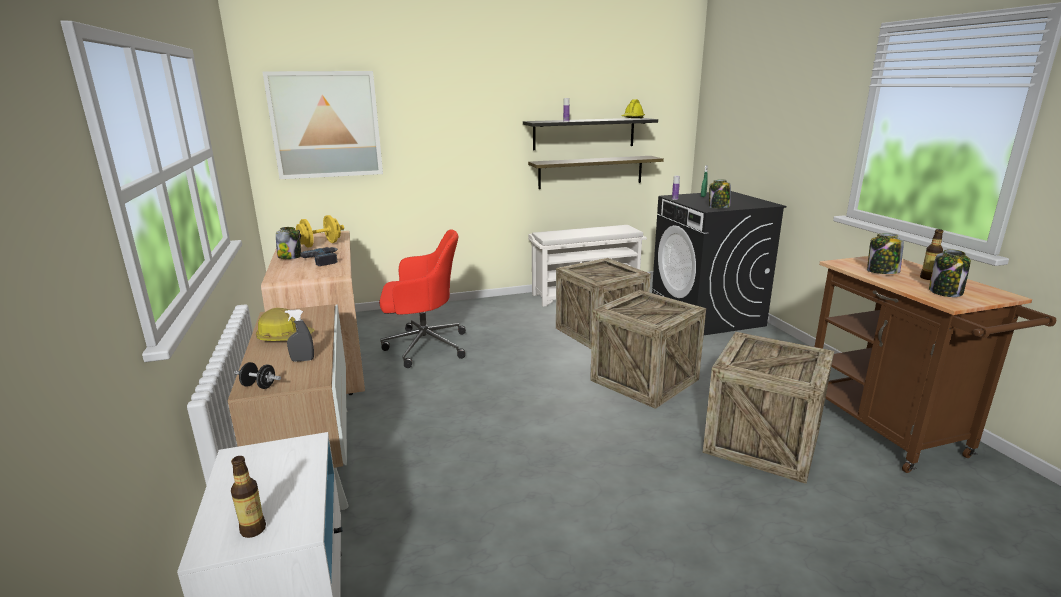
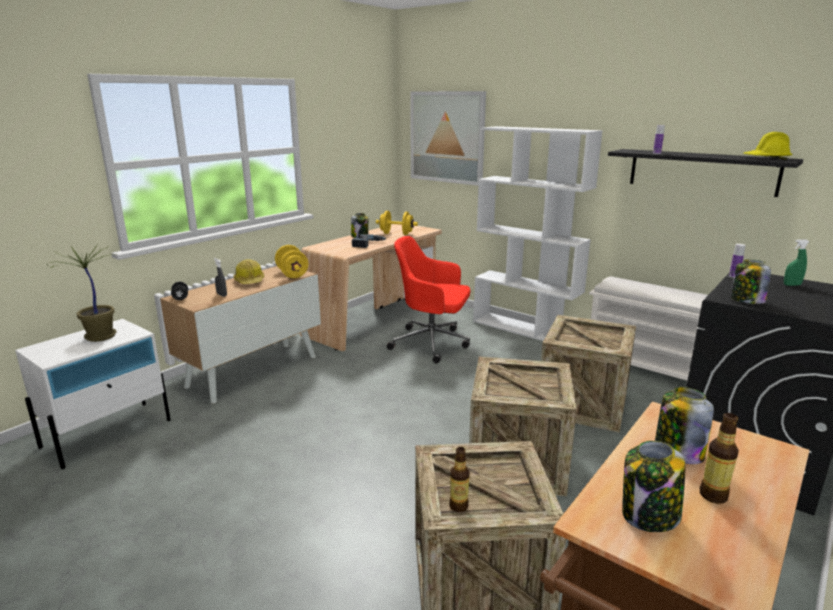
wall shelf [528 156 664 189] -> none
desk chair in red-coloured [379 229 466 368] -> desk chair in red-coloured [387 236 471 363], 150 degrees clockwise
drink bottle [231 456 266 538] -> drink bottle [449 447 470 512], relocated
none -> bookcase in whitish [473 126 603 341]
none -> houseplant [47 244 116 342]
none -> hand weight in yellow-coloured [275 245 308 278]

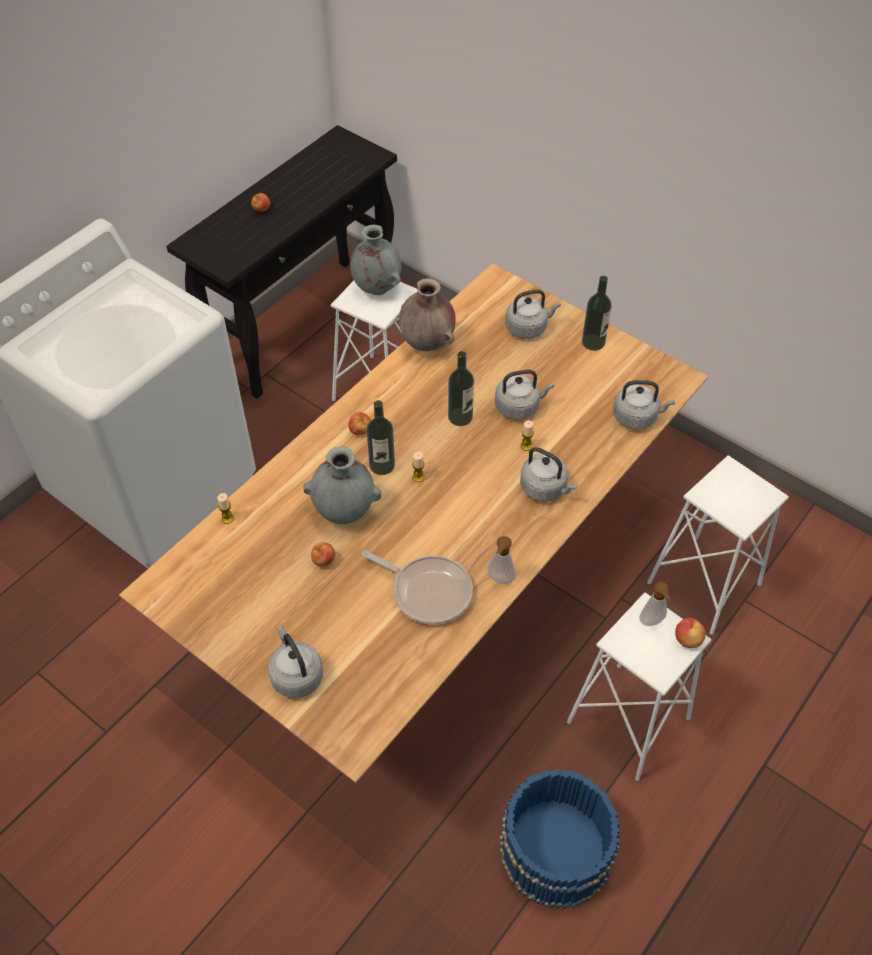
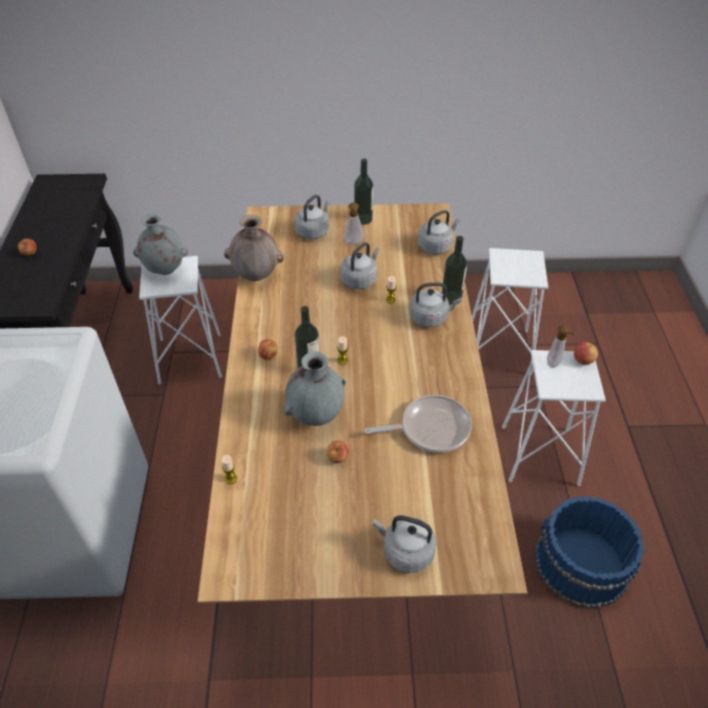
drink bottle [448 351 474 426] -> drink bottle [442 236 467 305], relocated
soap bottle [487 536 516 584] -> soap bottle [344 202 364 245], relocated

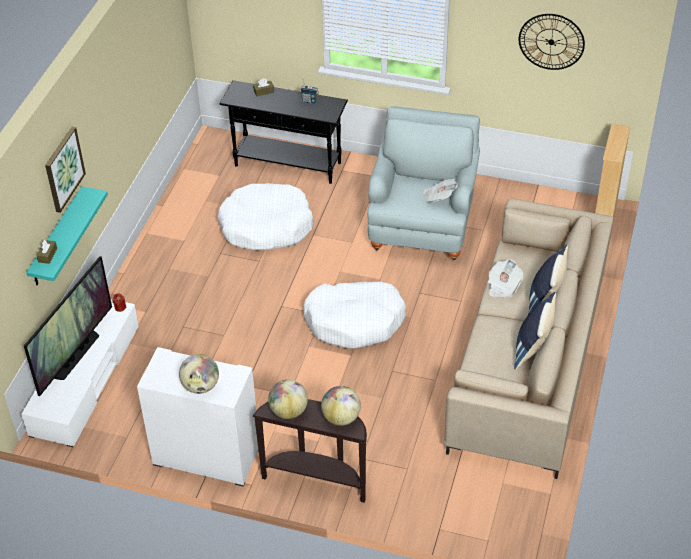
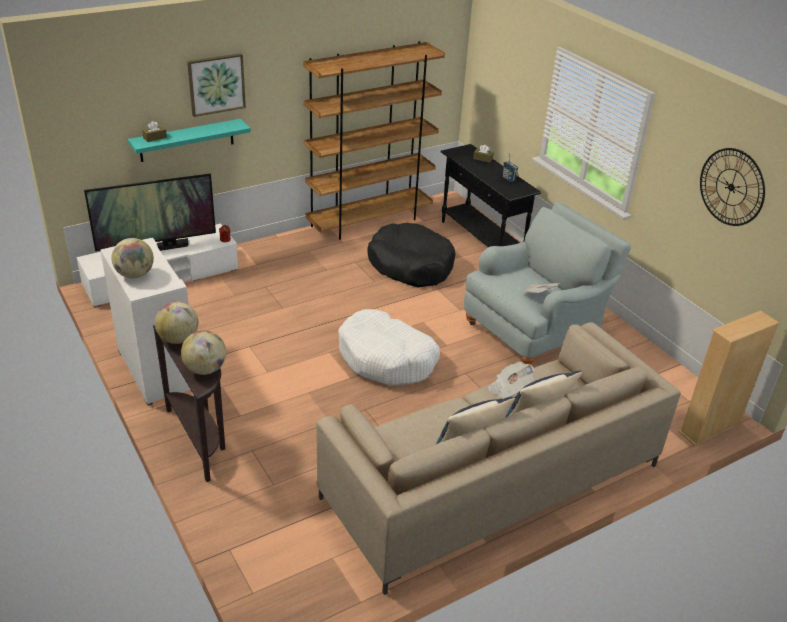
dog bed in whitish [217 183 314 251] -> dog bed in blackish [368 223 456 287]
none -> bookcase in brownish [303 41 445 240]

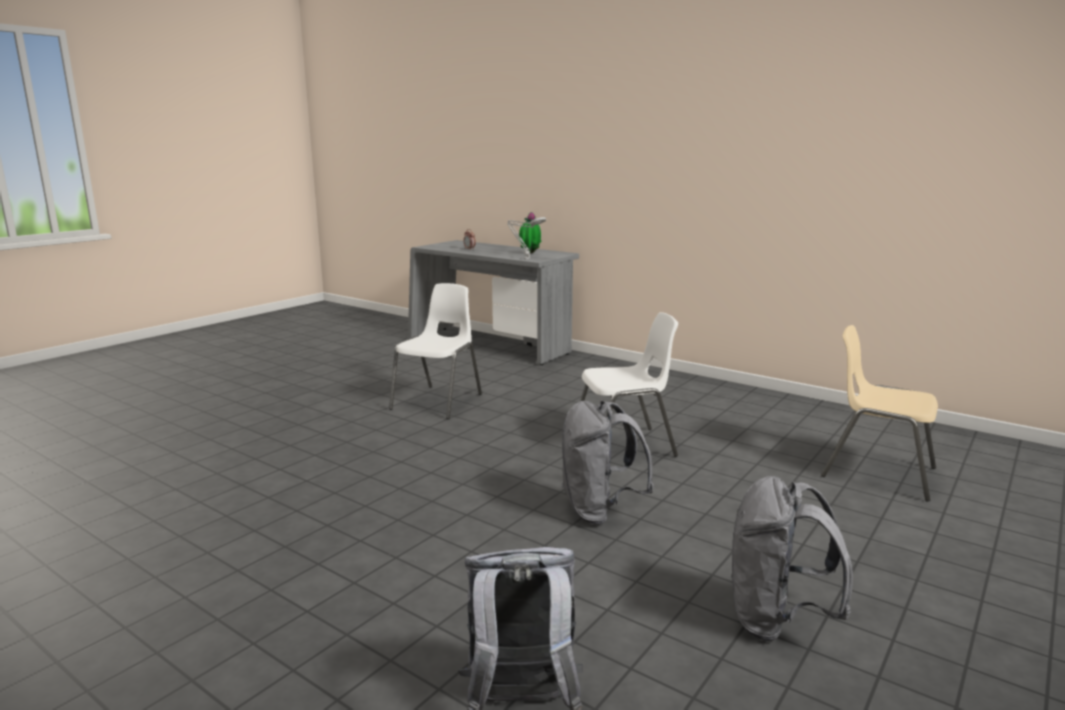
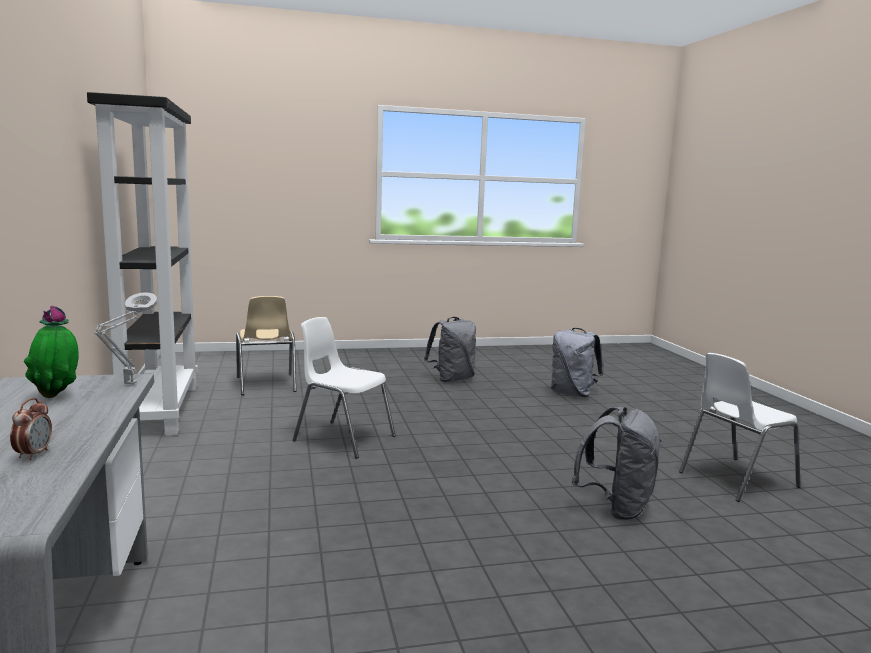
upright chair in whitish [389 283 482 419] -> upright chair in whitish [679 353 801 502], relocated
rucksack in greyish [561 401 654 524] -> rucksack in greyish [571 407 662 520], relocated
none -> bookcase in blackish [87 92 198 436]

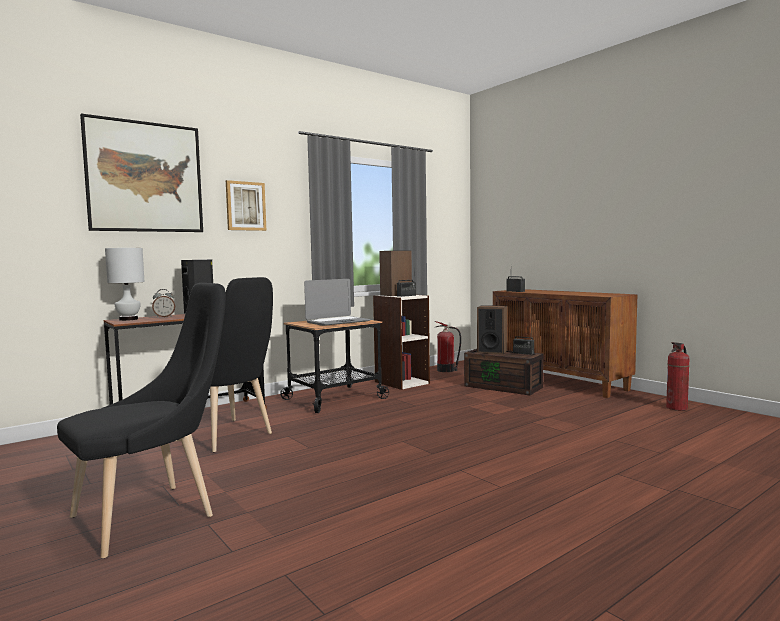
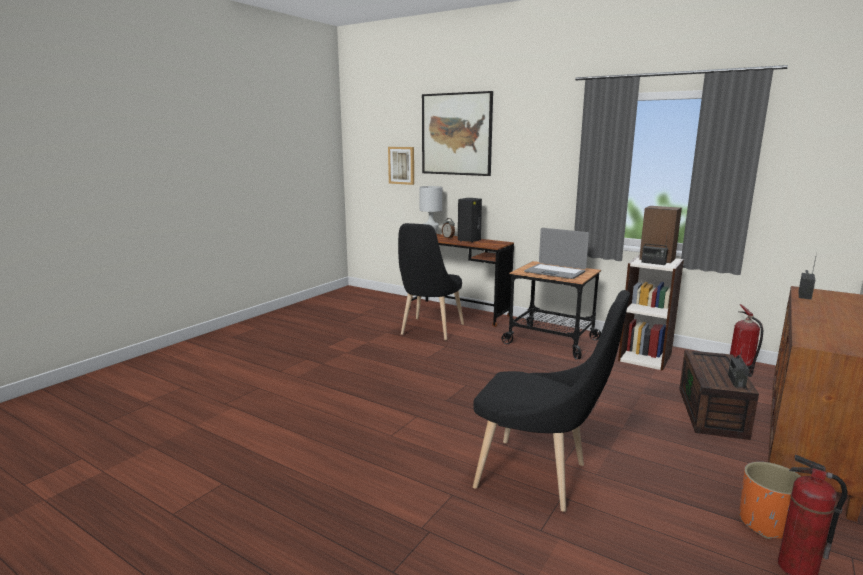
picture [226 180 266 231] -> picture [388 147 414 185], relocated
upright chair in blackish [57 283 226 558] -> upright chair in blackish [473 290 630 512], relocated
audio speaker [477 305 507 354] -> none
none -> planter in orange-coloured [739 462 801 539]

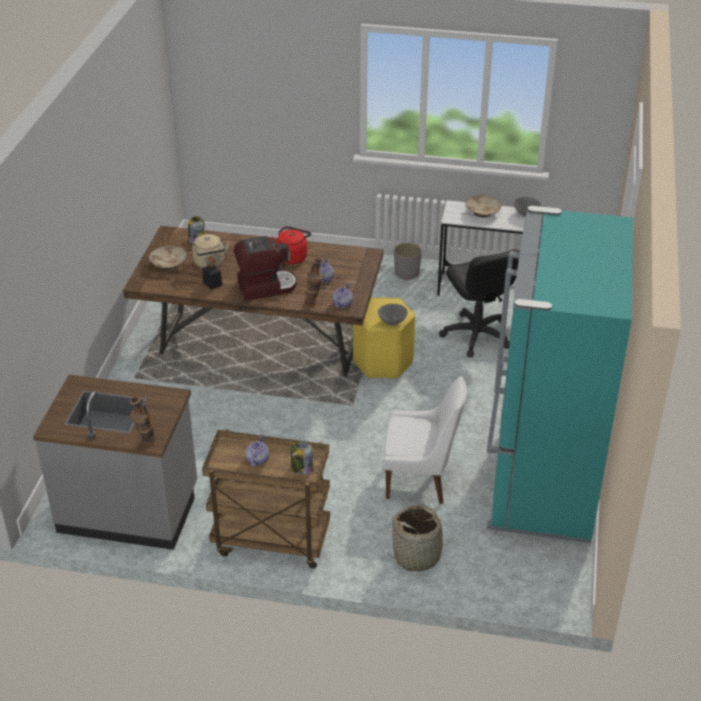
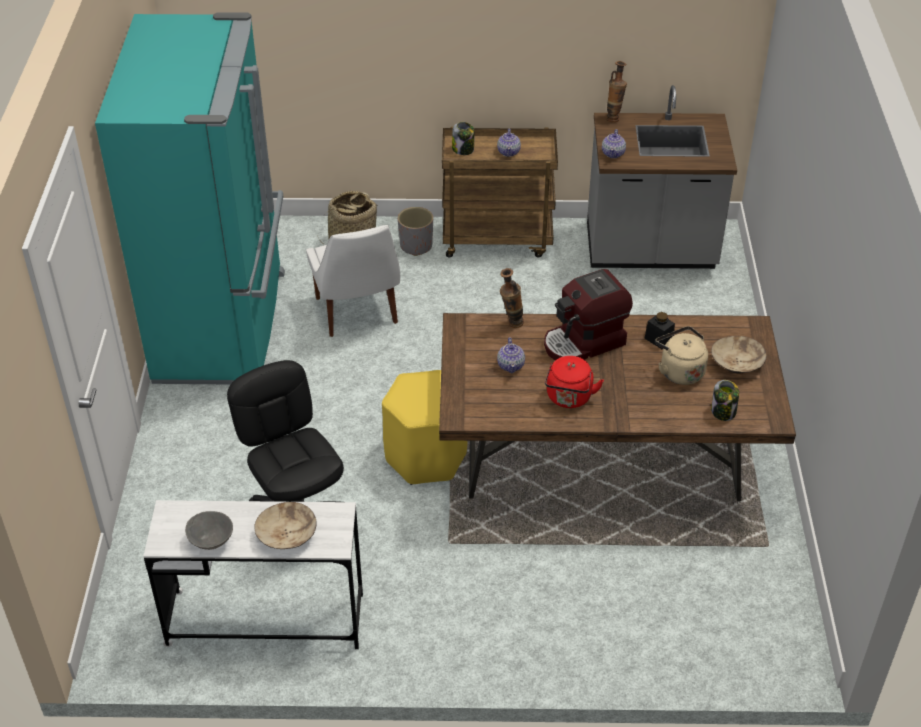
planter in greyish [394 243 422 280] -> planter in greyish [398 207 433 256], relocated
pot for tea [333 283 353 308] -> pot for tea [602 129 626 158], relocated
deep dish in greyish [378 304 408 326] -> none
upright chair in whitish [384 376 467 504] -> upright chair in whitish [306 225 400 337], 105 degrees counterclockwise

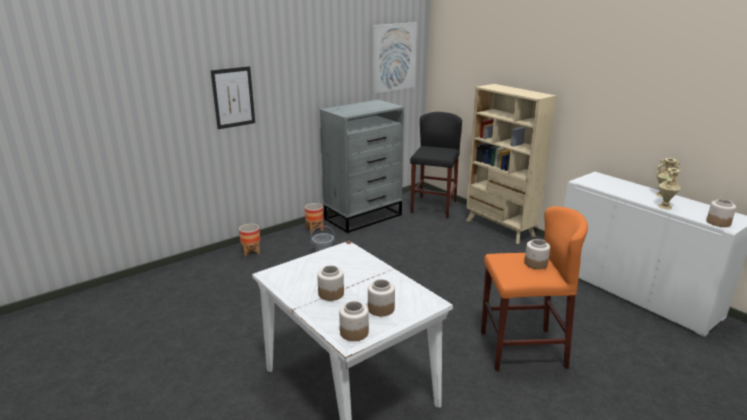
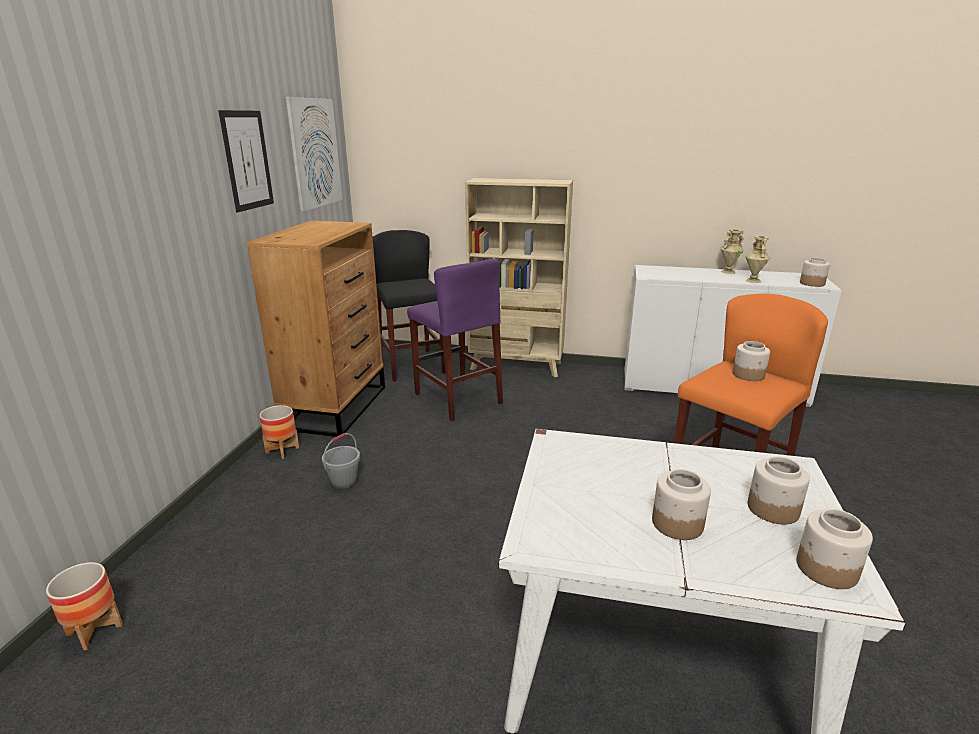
picture [211 66 255 129] -> picture [218 110 274 212], relocated
dresser in greyish [320 99 404 233] -> dresser in brownish [246 221 385 437]
planter [239 224 260 257] -> planter [46 562 123 650], relocated
none -> sitting stool in purplish [407 259 503 421]

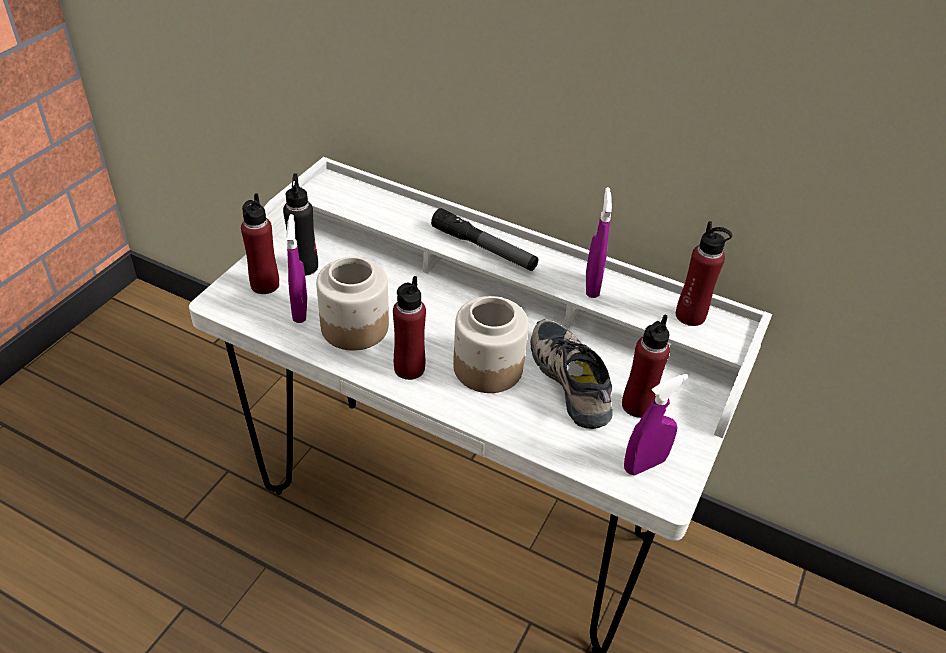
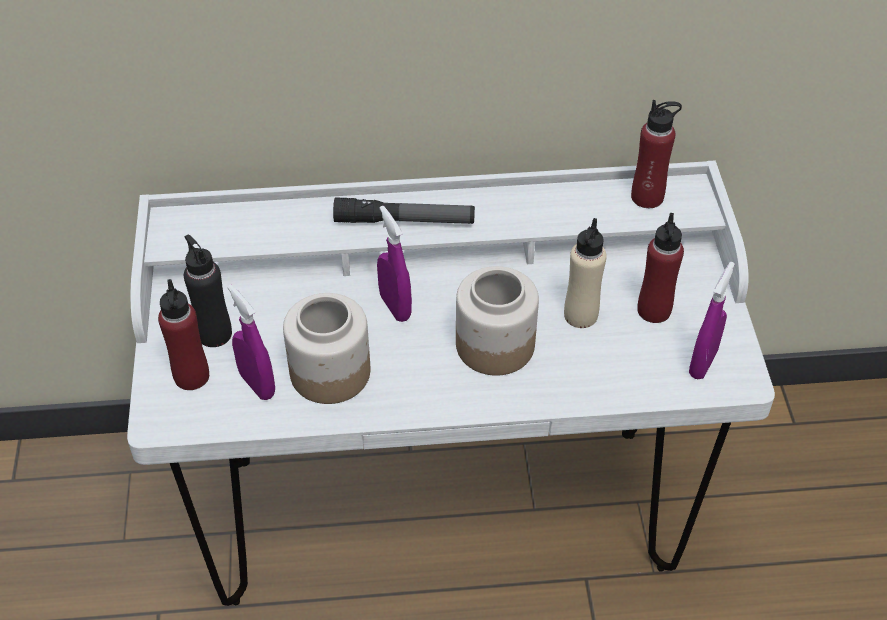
sprayer in purplish [586 187 612 298] -> sprayer in purplish [377 206 412 322], relocated
drink bottle in red-coloured [393 276 426 380] -> none
shoe [530 319 613 429] -> drink bottle in sand-coloured [564 218 607 328]

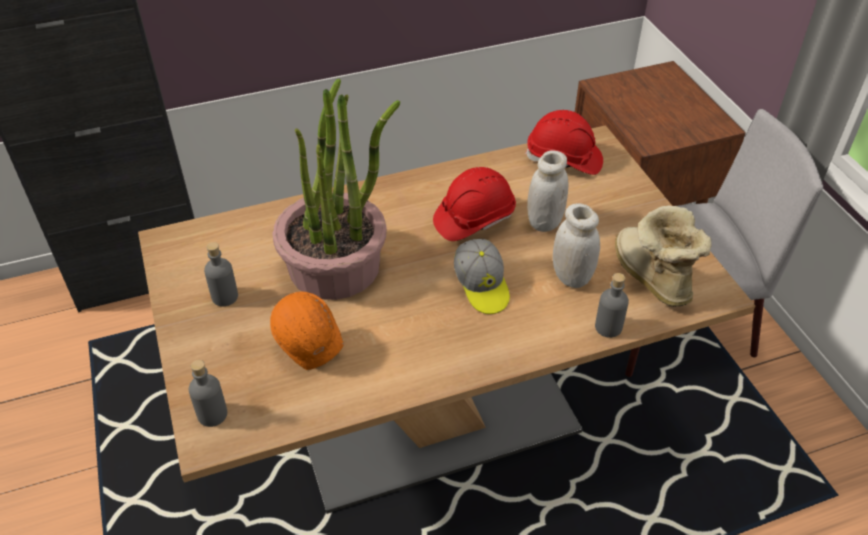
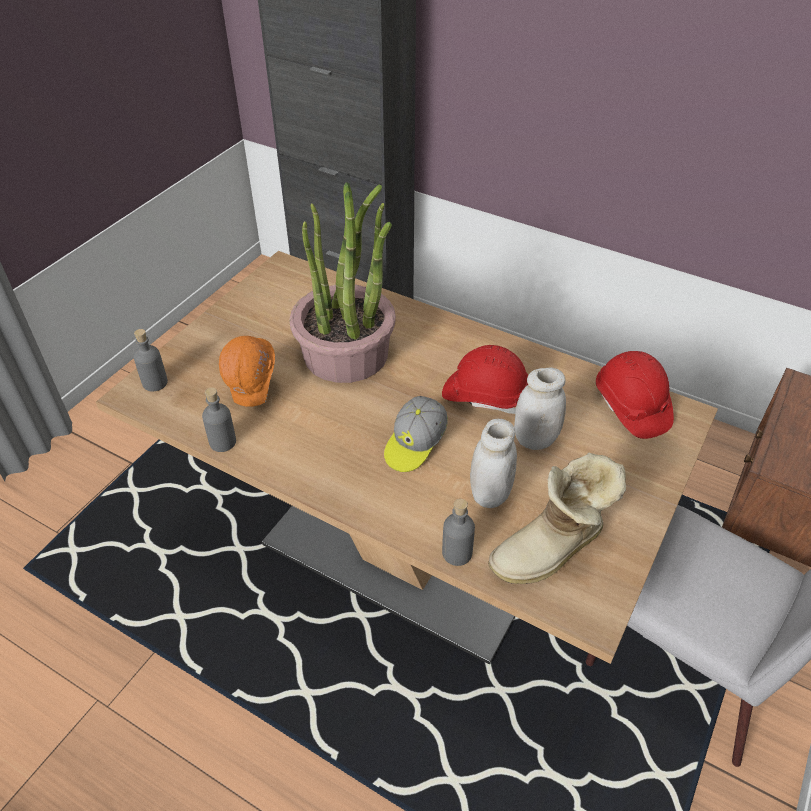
high-top boot [615 206 712 307] -> high-top boot [488 452 626 584], 150 degrees counterclockwise
drink bottle in greyish [204 242 238 306] -> drink bottle in greyish [202 388 236 452], relocated

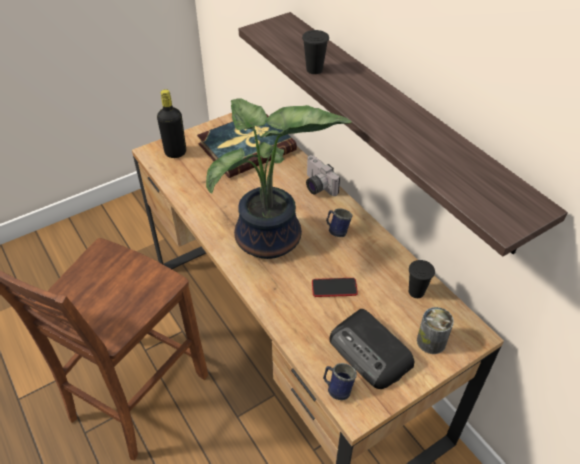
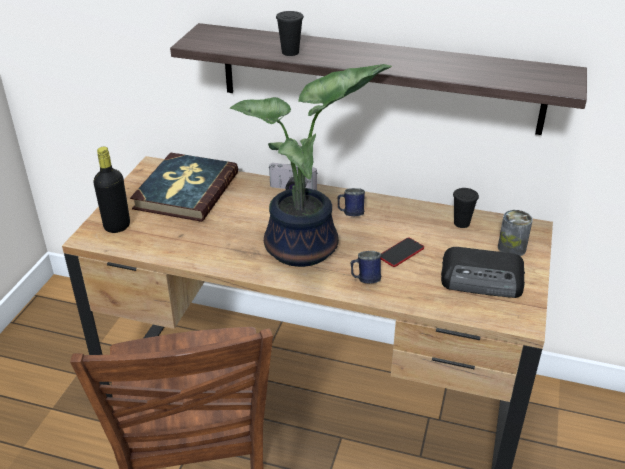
mug in bluish [323 363 357 400] -> mug in bluish [351 251 381 284], relocated

